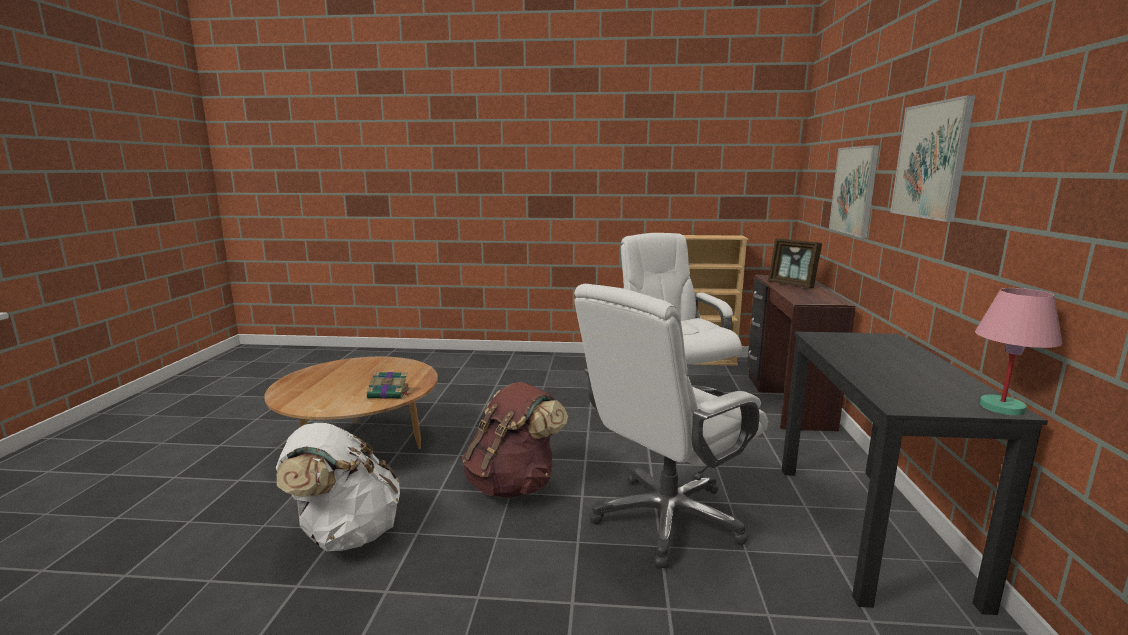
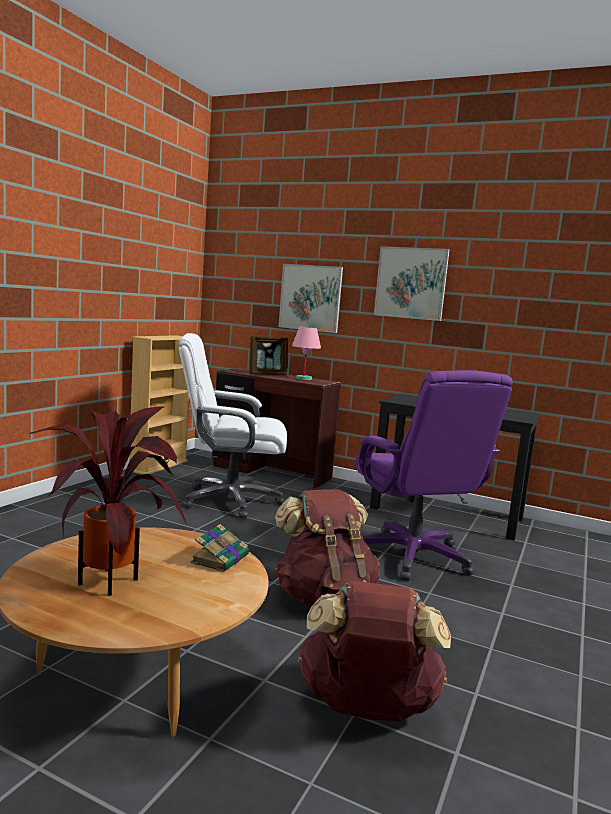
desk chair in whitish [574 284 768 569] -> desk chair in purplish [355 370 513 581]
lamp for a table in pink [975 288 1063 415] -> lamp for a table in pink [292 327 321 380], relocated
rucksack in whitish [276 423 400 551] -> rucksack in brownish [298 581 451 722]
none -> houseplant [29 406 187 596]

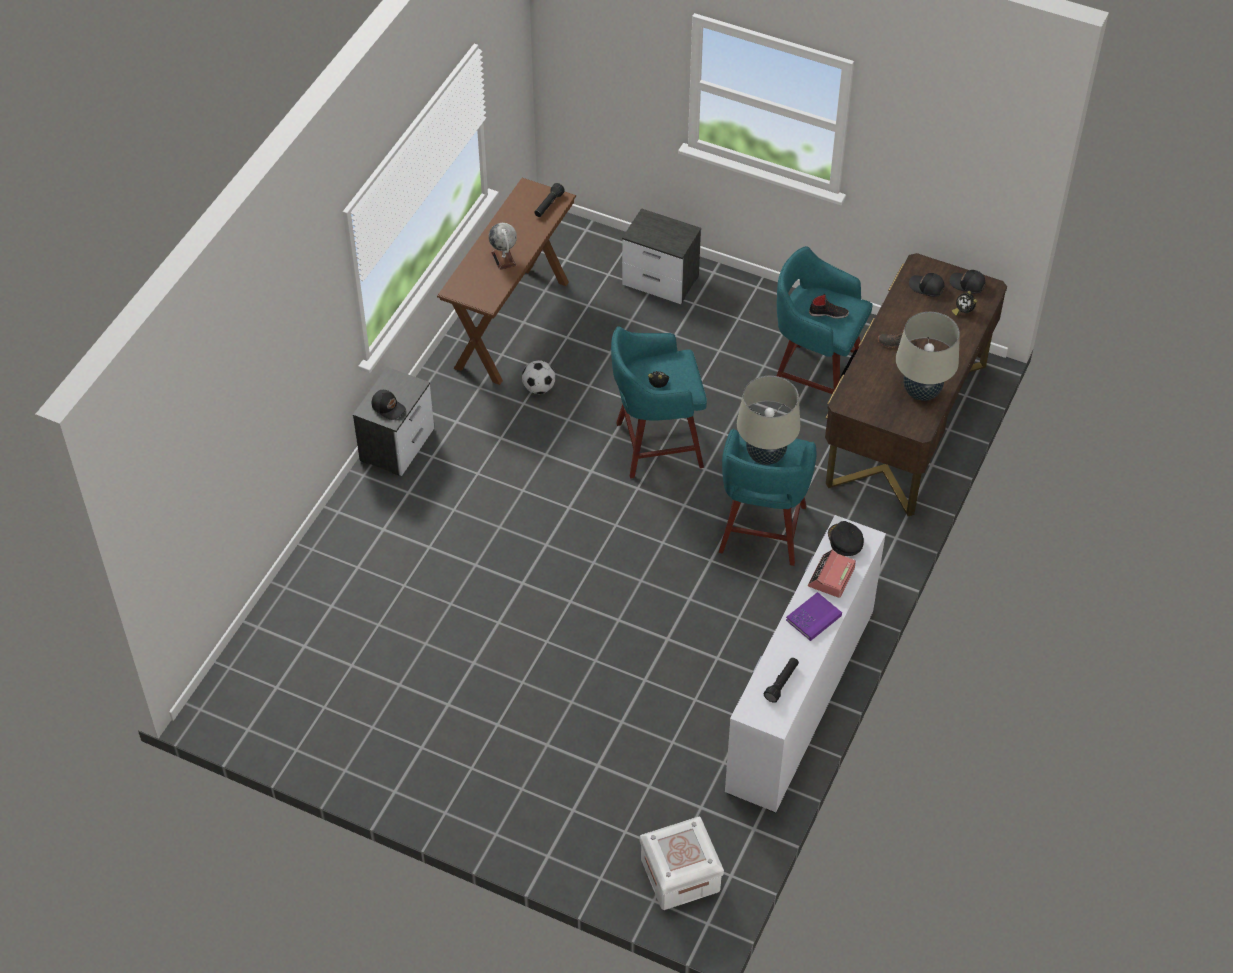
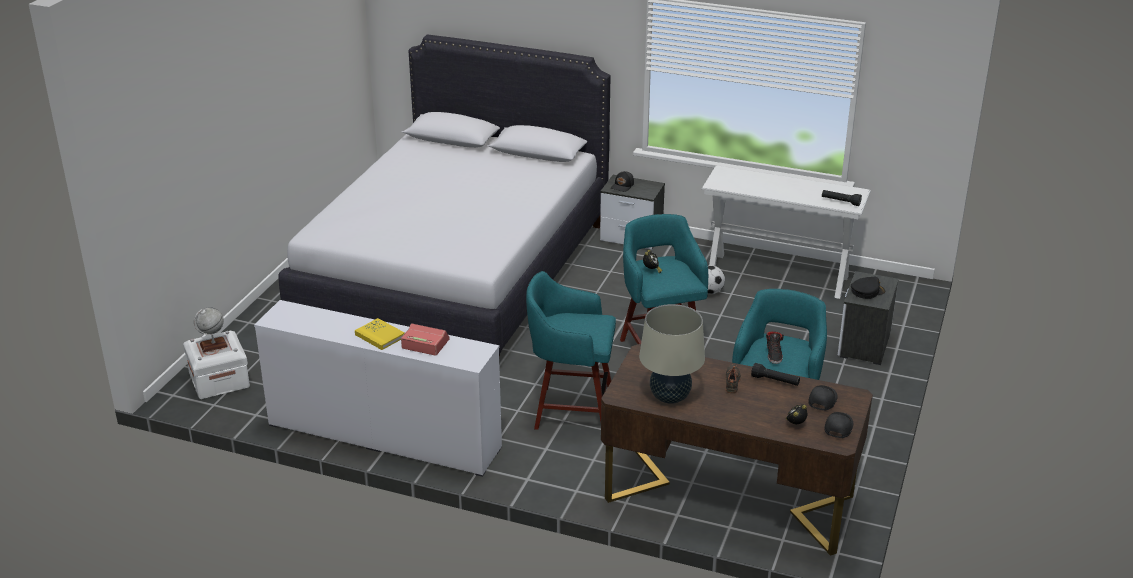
hall table in brownish [437 178 576 385] -> hall table in whitish [702 166 871 299]
world globe [489 223 517 270] -> world globe [194 307 228 352], relocated
lamp for a table in sand-coloured [737 376 800 465] -> none
cap in blackish [828 521 864 556] -> cap in blackish [851 277 885 299], relocated
volume in purplish [786 592 842 641] -> volume in yellow-coloured [355 318 405 350]
torch in blackish [764 657 799 703] -> torch in blackish [751 363 800 386], relocated
none -> bed in whitish [279 34 611 358]

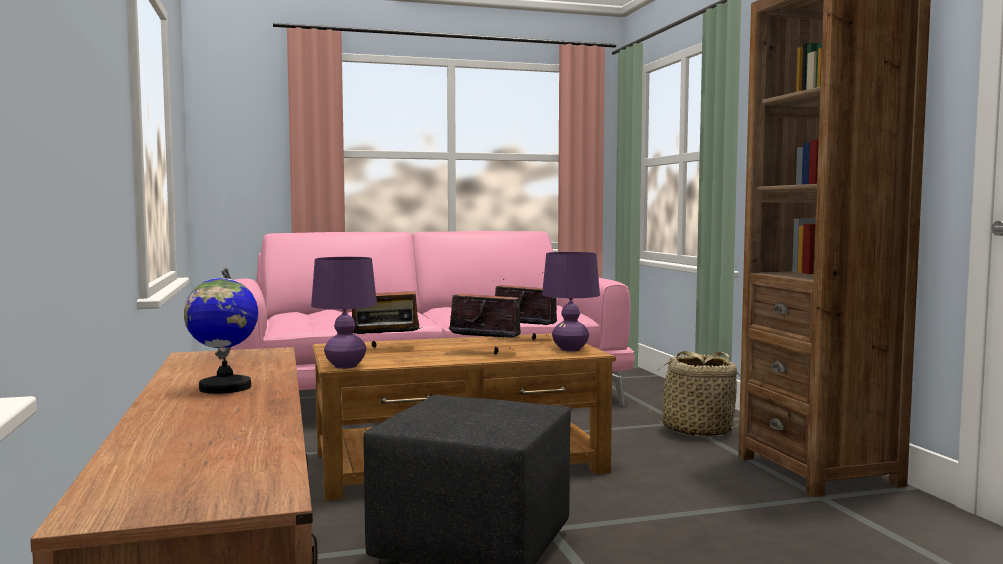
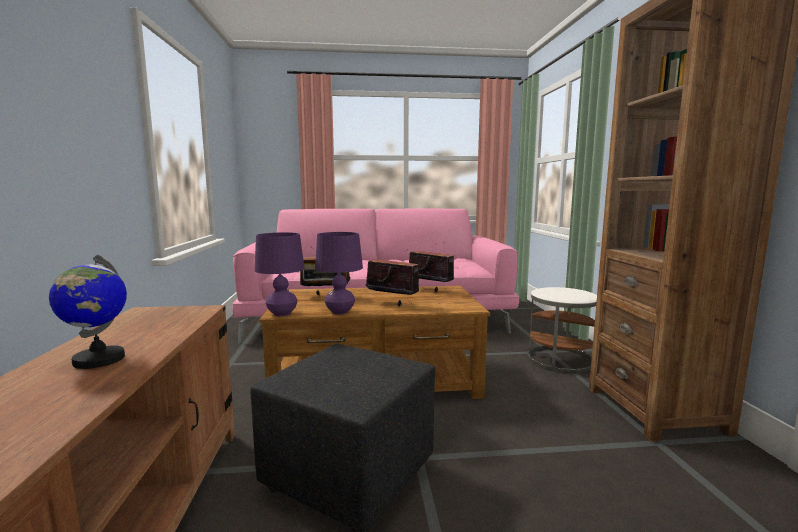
lamp for a table in purplish [542 252 600 352] -> lamp for a table in purplish [315 232 363 314], relocated
household basket [646 351 741 437] -> accent table in whitish [528 287 597 374]

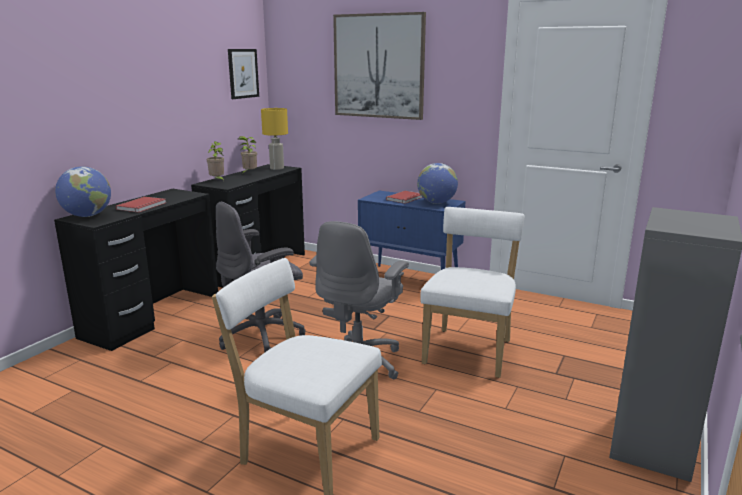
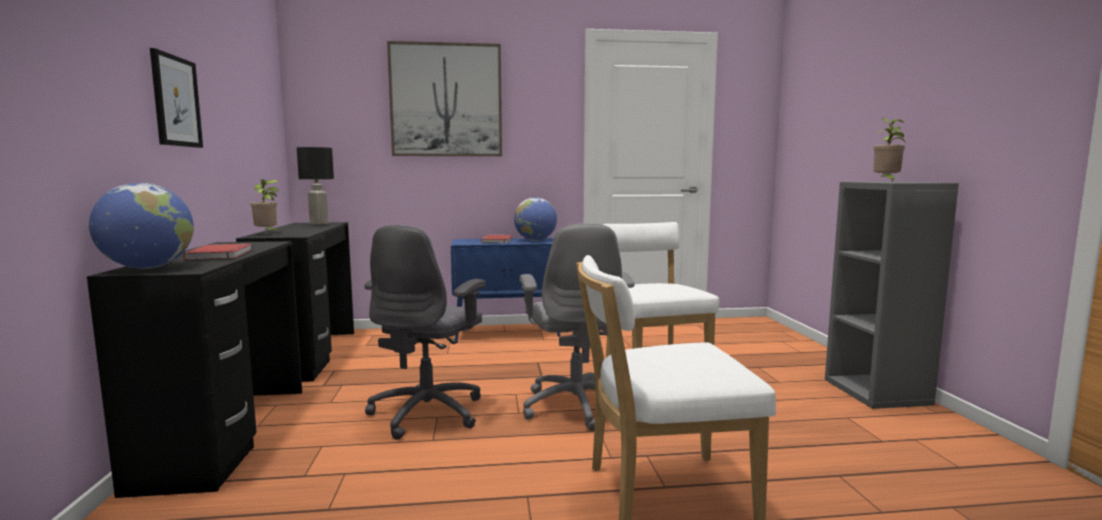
picture [228 49 259 99] -> picture [150 48 203 148], relocated
lamp for a table in yellow-coloured [261 108 288 170] -> lamp for a table in blackish [297 147 334 225]
houseplant [238 136 257 175] -> houseplant [874 118 906 182], relocated

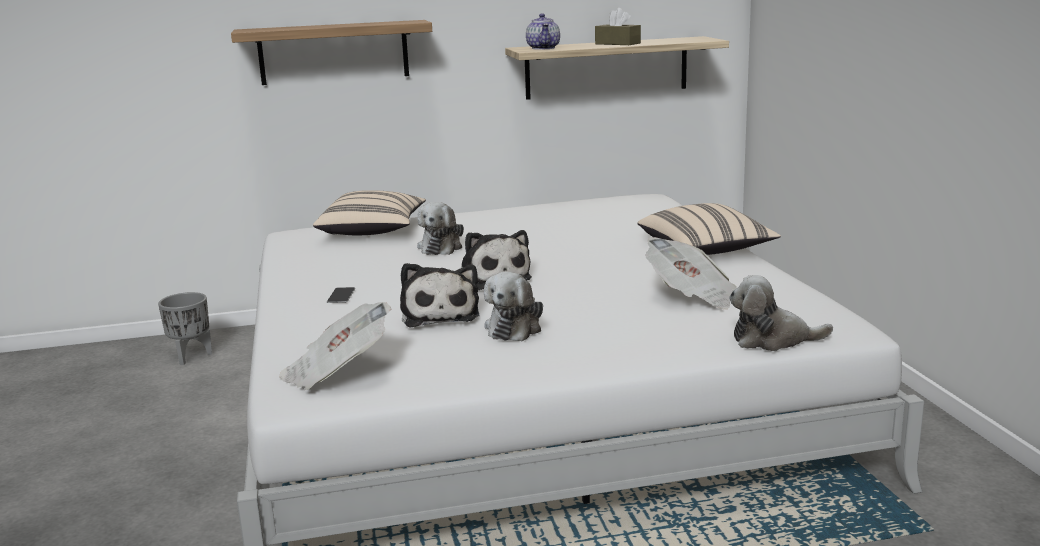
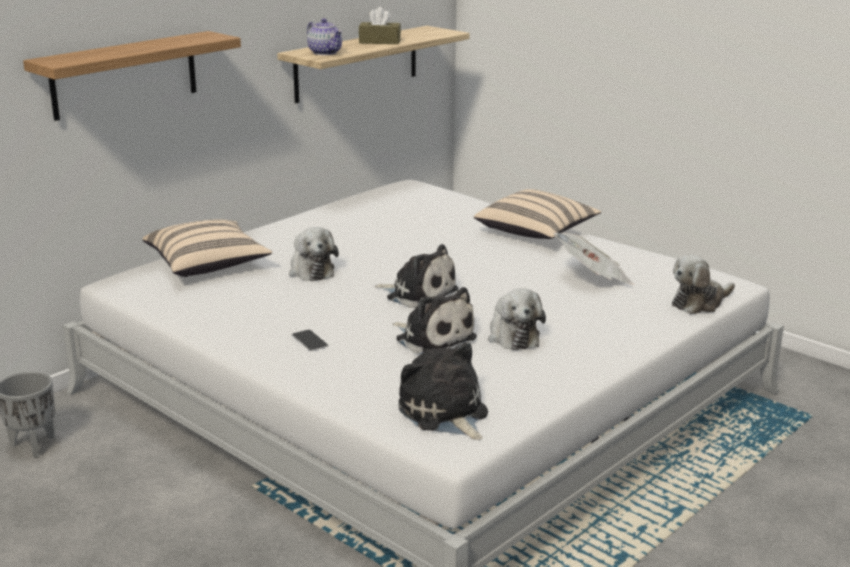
daily paper [279 302 391 390] -> soft toy [399 342 488 440]

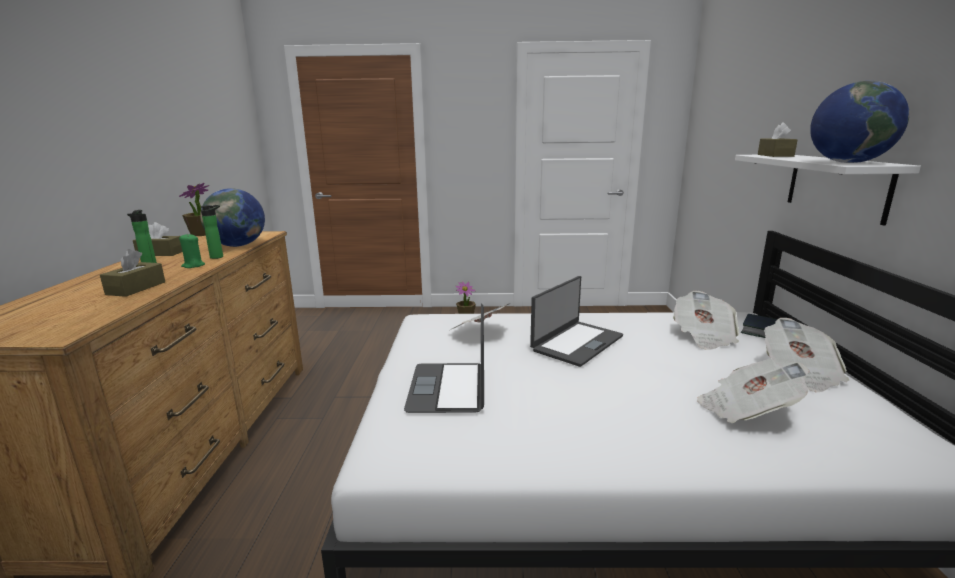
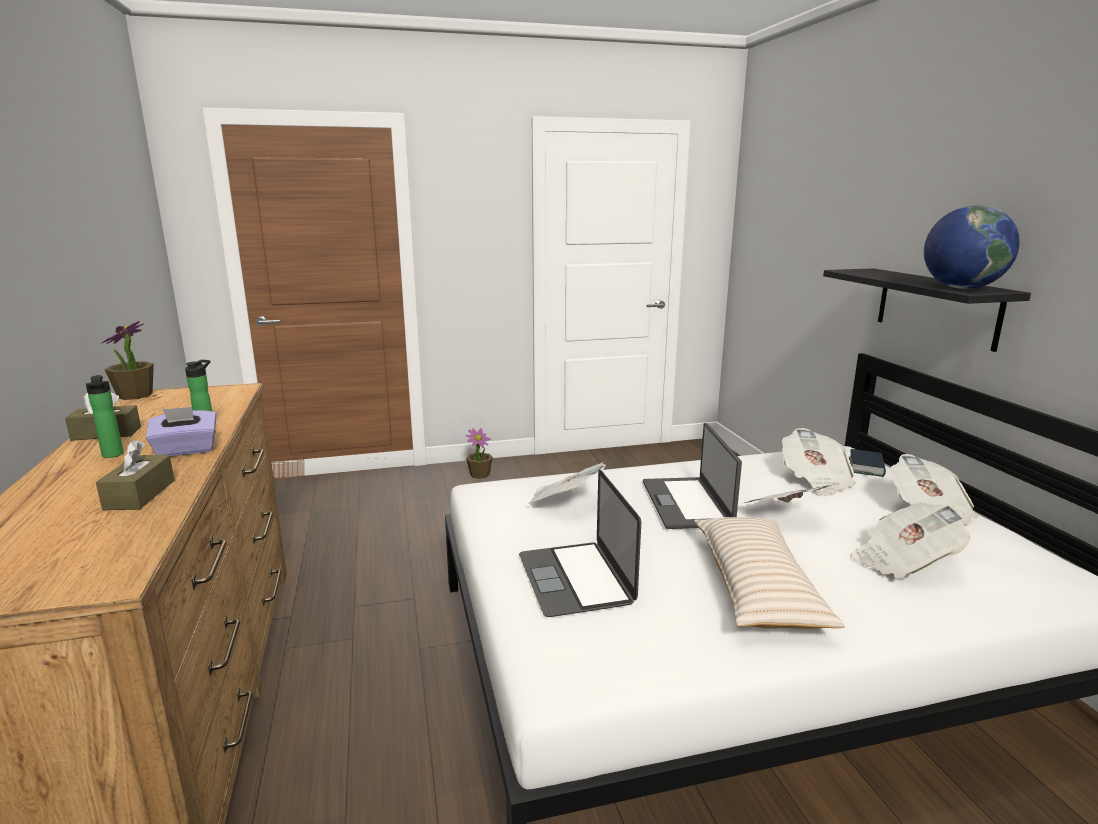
tissue box in brownish [758 122 797 157] -> none
wall shelf in whitish [735 155 921 226] -> wall shelf in blackish [823 268 1031 352]
world globe [200 188 265 247] -> none
wax light in greenish [179 233 205 268] -> tissue box in purplish [146 407 217 457]
notebook computer [530 276 623 367] -> notebook computer [643 423 742 529], 150 degrees clockwise
none -> daily paper [745 485 832 503]
none -> pillow in sand-coloured [694 517 845 629]

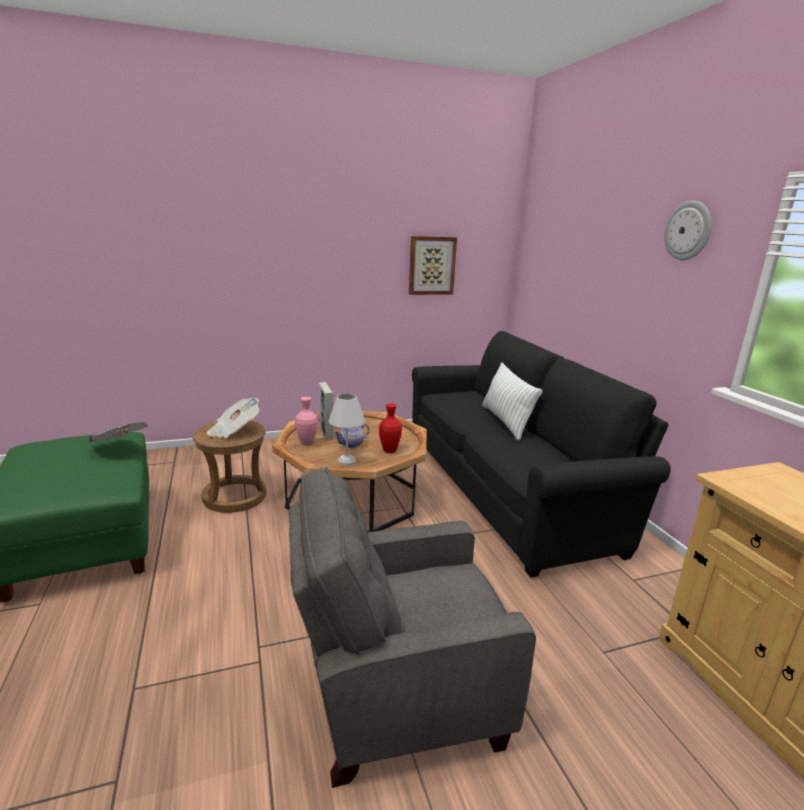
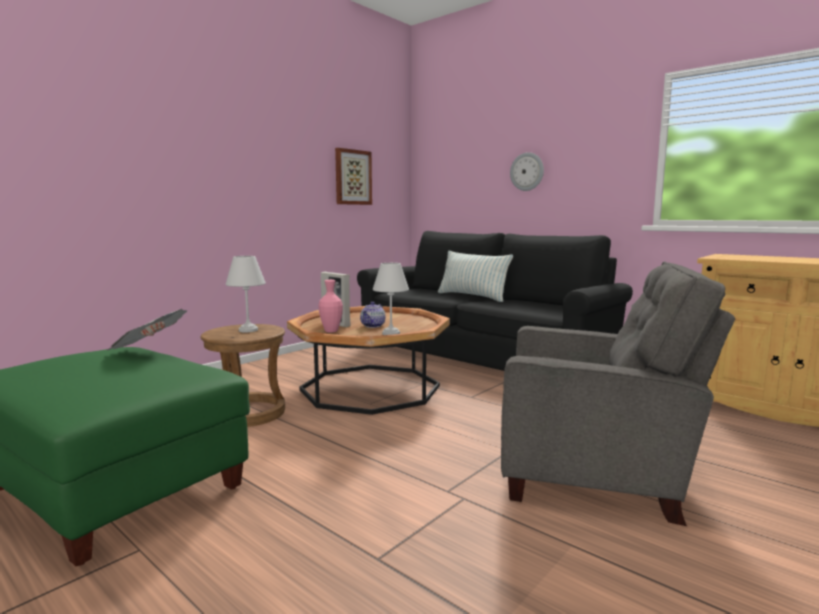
wall clock [664 201 712 260] -> wall clock [510 152 544 191], relocated
daily paper [207 398 260 438] -> lamp for a table in whitish [226 256 266 332]
flower vase in red-coloured [379 404 402 453] -> none
armchair in greyish [288 467 536 788] -> armchair in greyish [501 261 735 526], 120 degrees counterclockwise

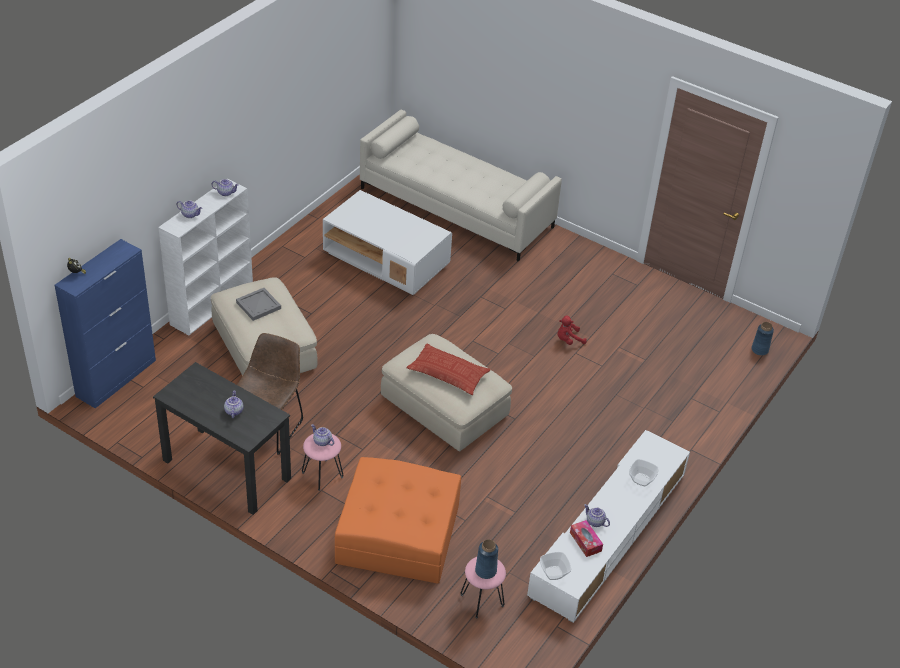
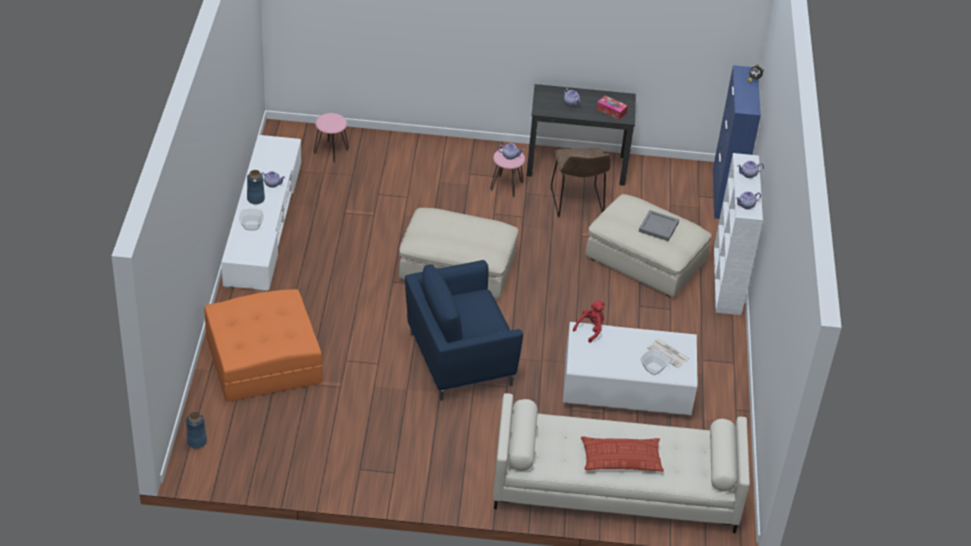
soft toy in red-coloured [557 316 587 345] -> soft toy in red-coloured [573 301 605 343], relocated
pillow [406 343 491 395] -> pillow [581 436 664 472], relocated
footrest in orange-coloured [335 457 461 584] -> footrest in orange-coloured [204 289 322 402], relocated
tissue box [570 520 603 557] -> tissue box [597 95 628 120], relocated
flower vase in bluish [475 539 498 579] -> flower vase in bluish [247 170 265 204], relocated
deep dish [540 552 571 580] -> deep dish [640 349 671 375], relocated
none -> armchair in bluish [405 260 523 401]
none -> daily paper [647 339 690 368]

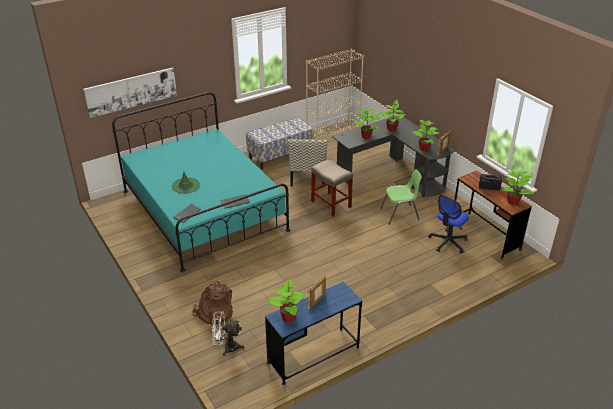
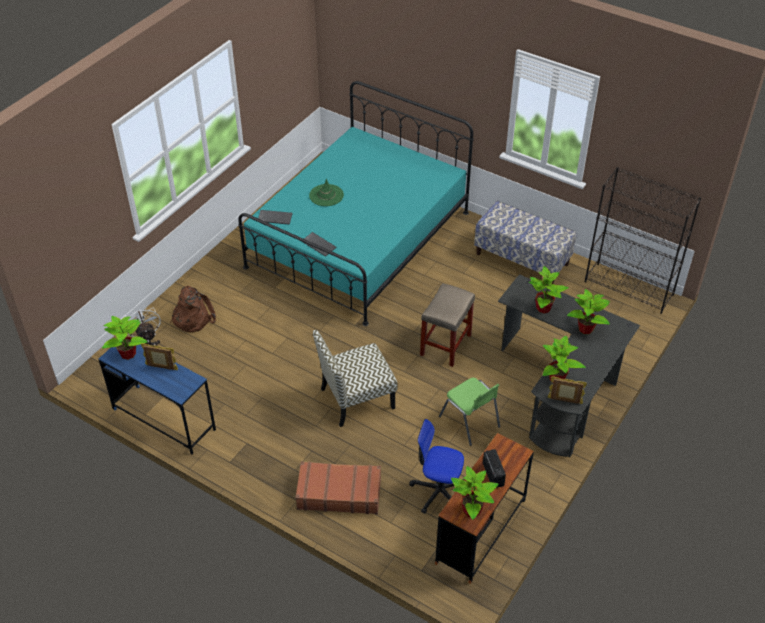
bookcase in sand-coloured [306 49 364 140] -> bookcase in blackish [585 167 701 314]
picture [84 68 177 118] -> none
upright chair [288 139 328 186] -> upright chair [313 330 397 427], relocated
none -> piece of luggage in brownish [295 462 381 514]

